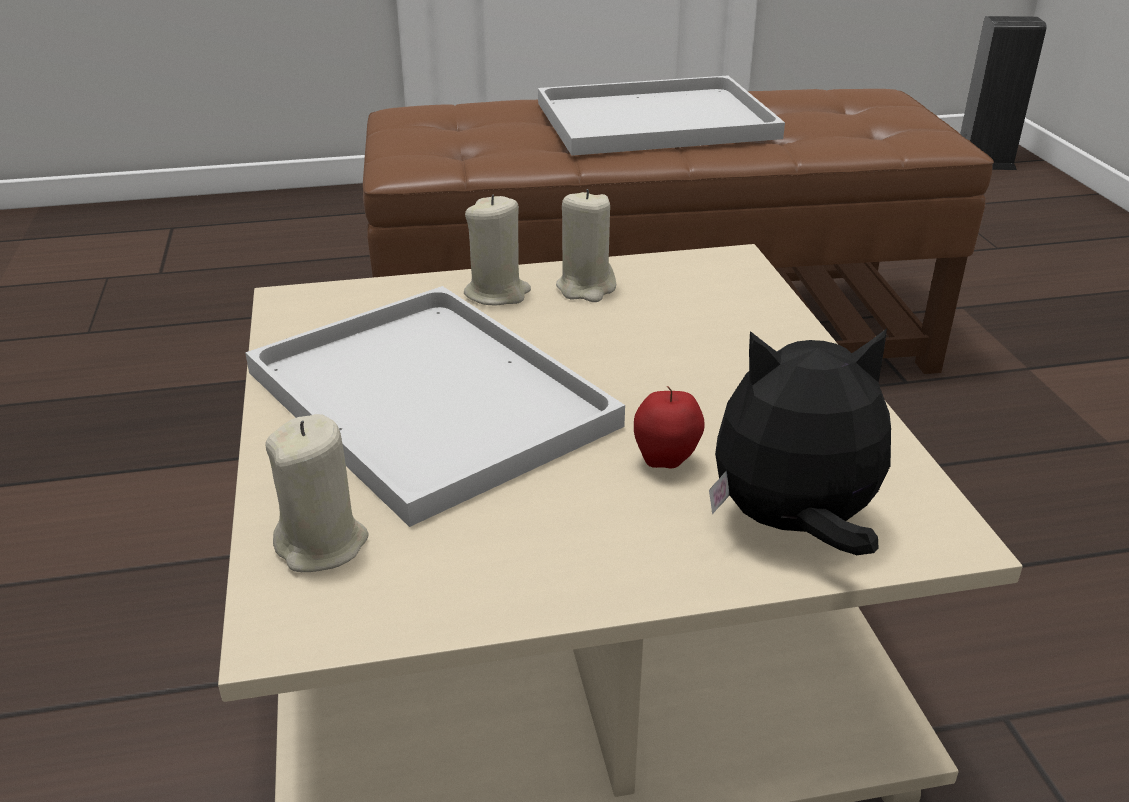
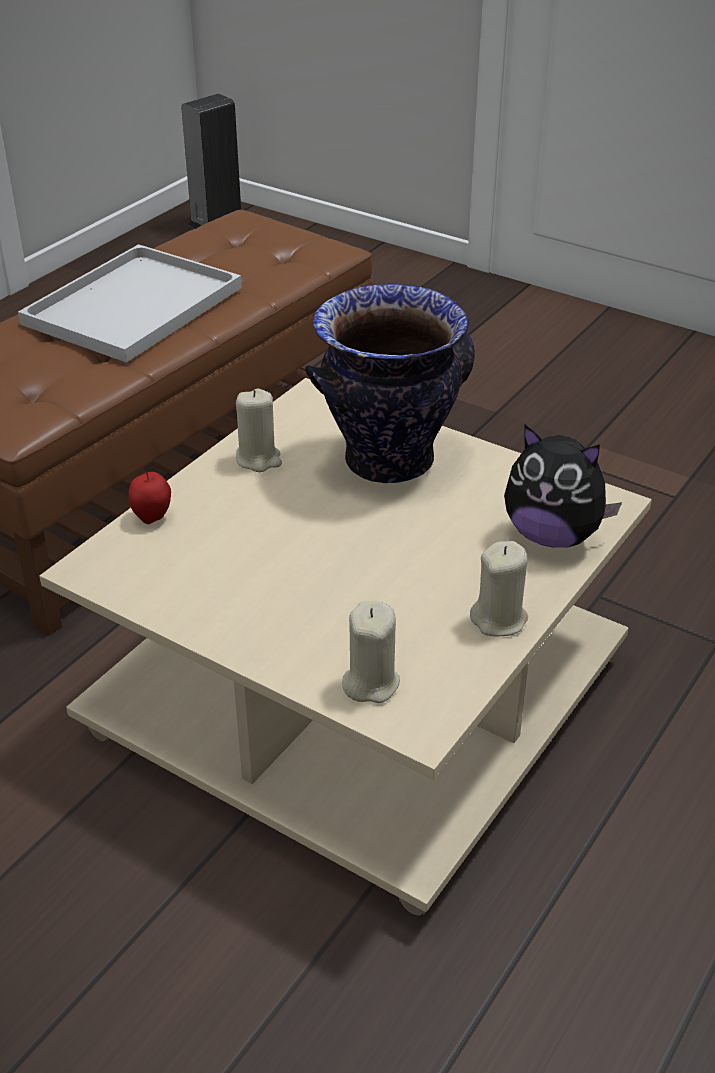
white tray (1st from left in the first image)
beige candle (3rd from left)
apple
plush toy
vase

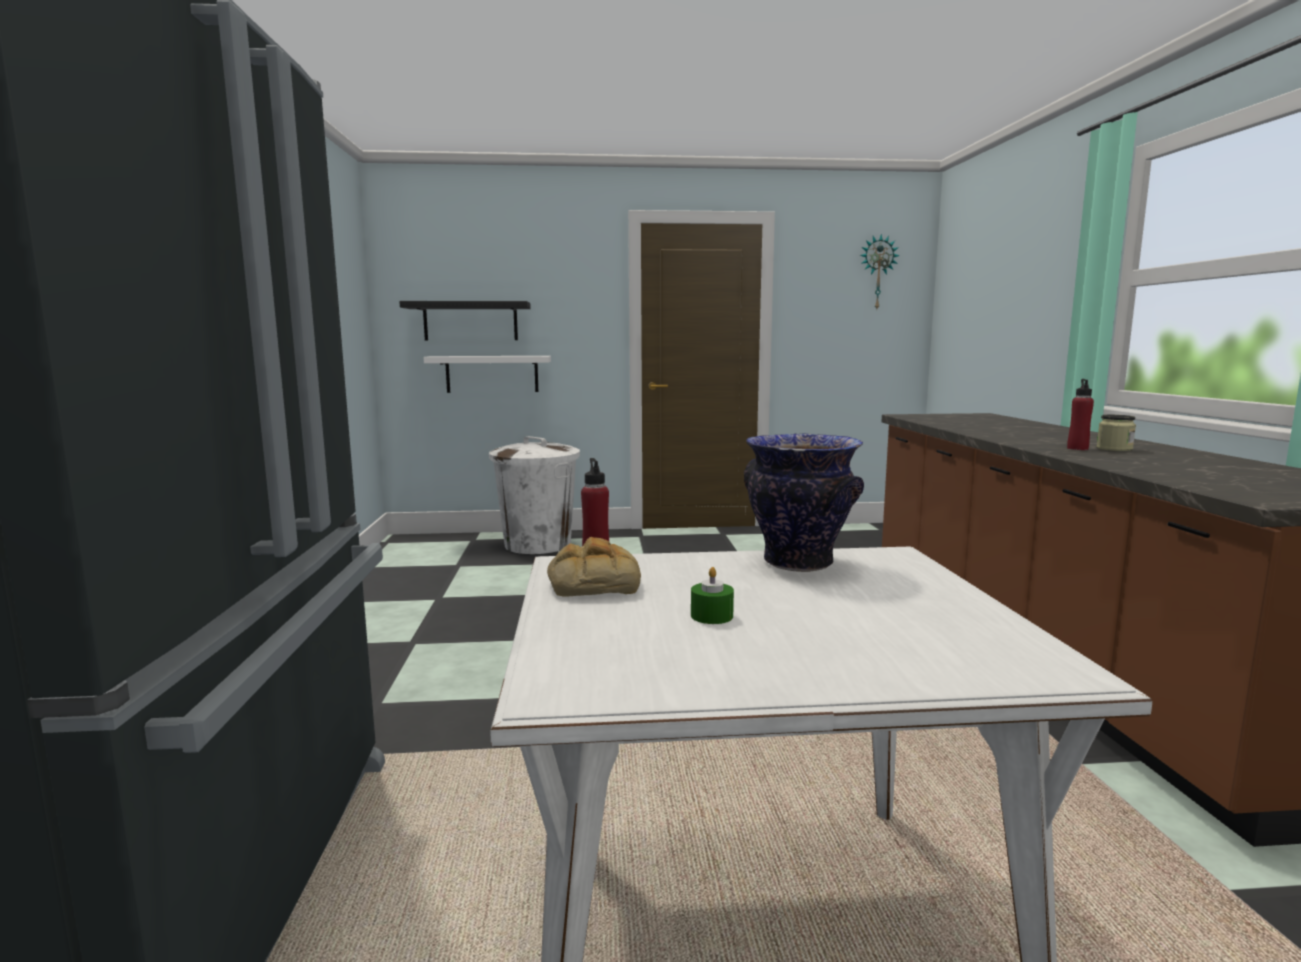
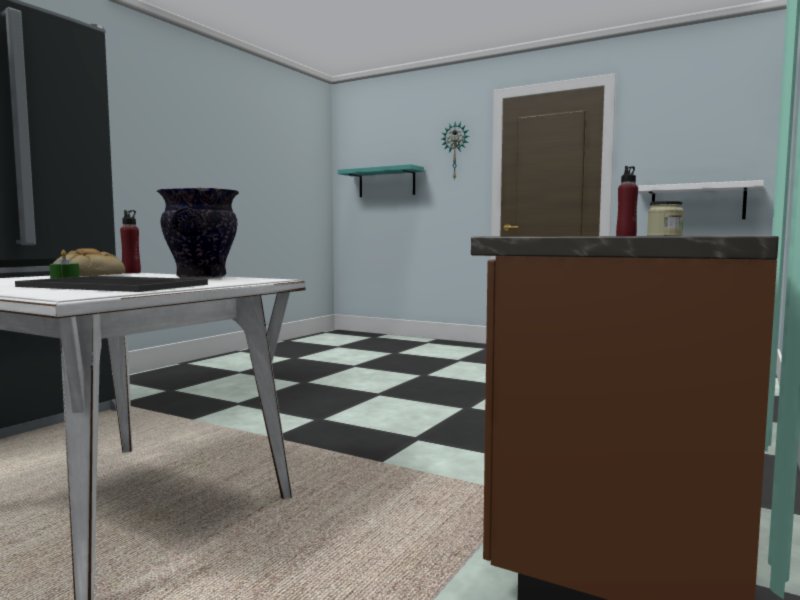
turquoise shelf
white shelf
white trash can
wall clock
tray

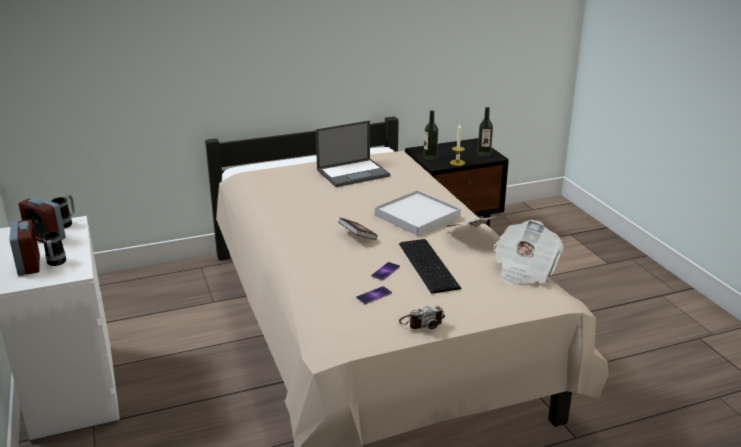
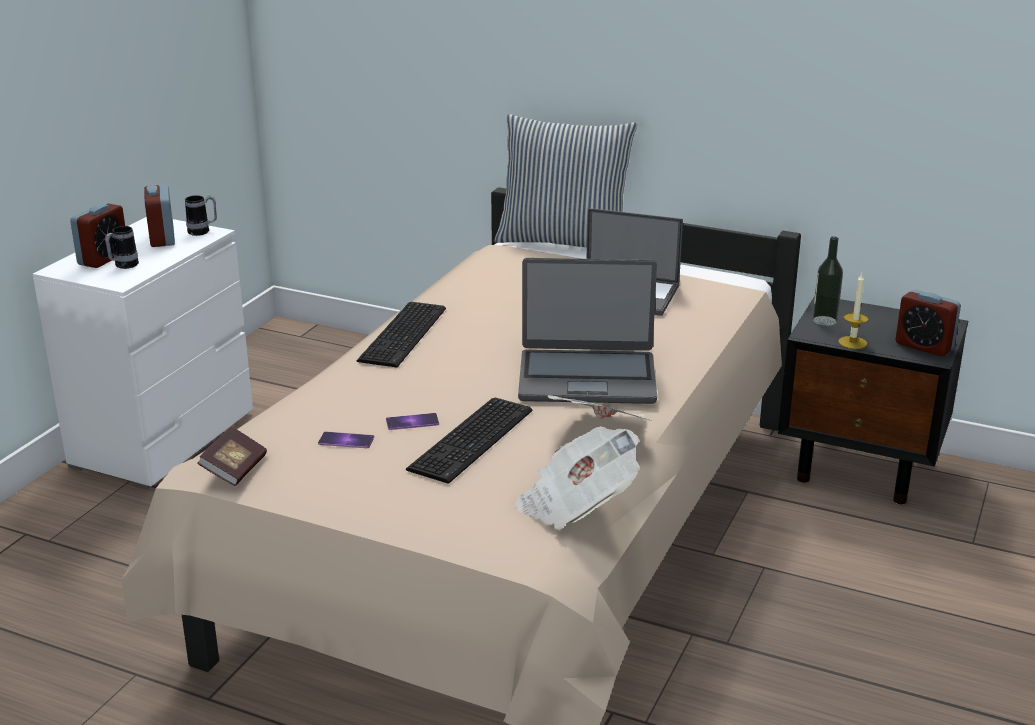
book
laptop (1st from left)
photo camera
alarm clock (3rd from left)
keyboard (1st from left)
pillow

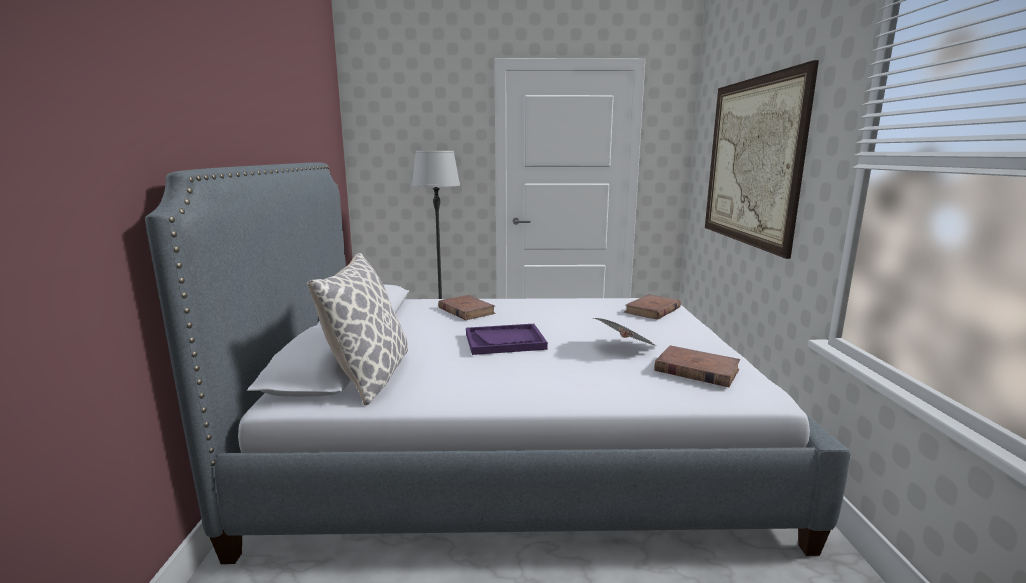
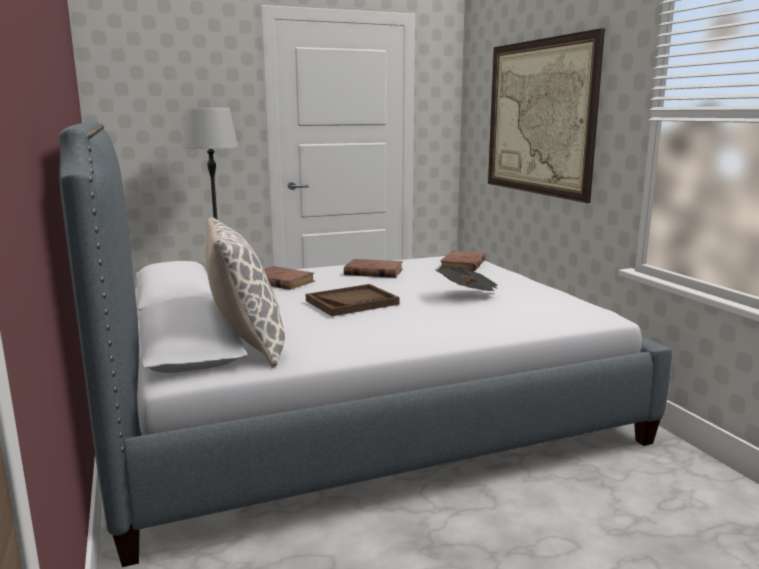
brown tray
brown book (2nd from left)

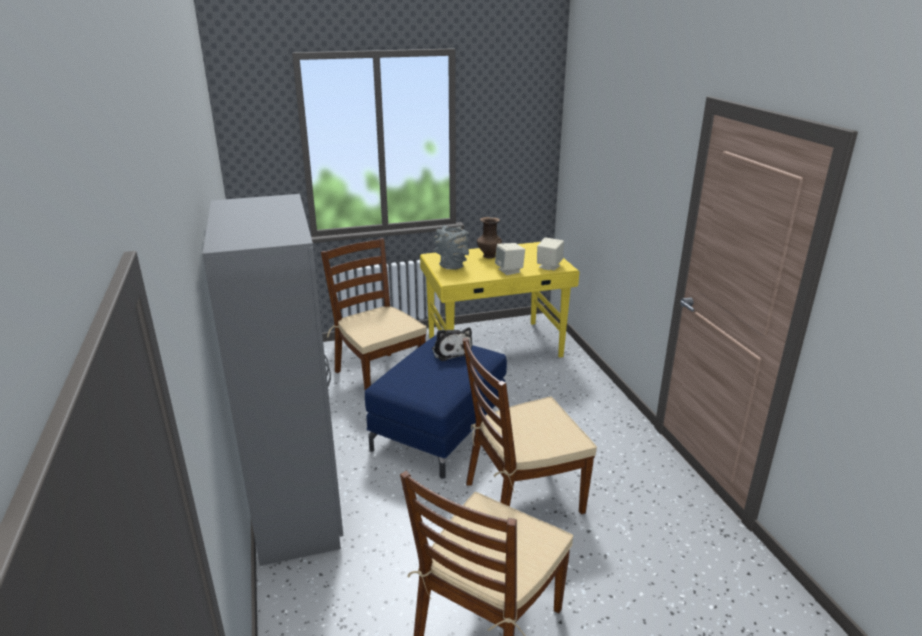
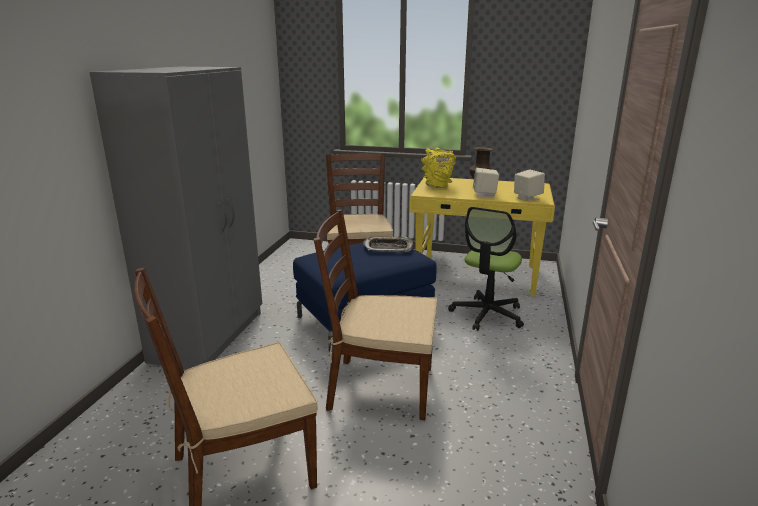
tray
yellow vase
office chair

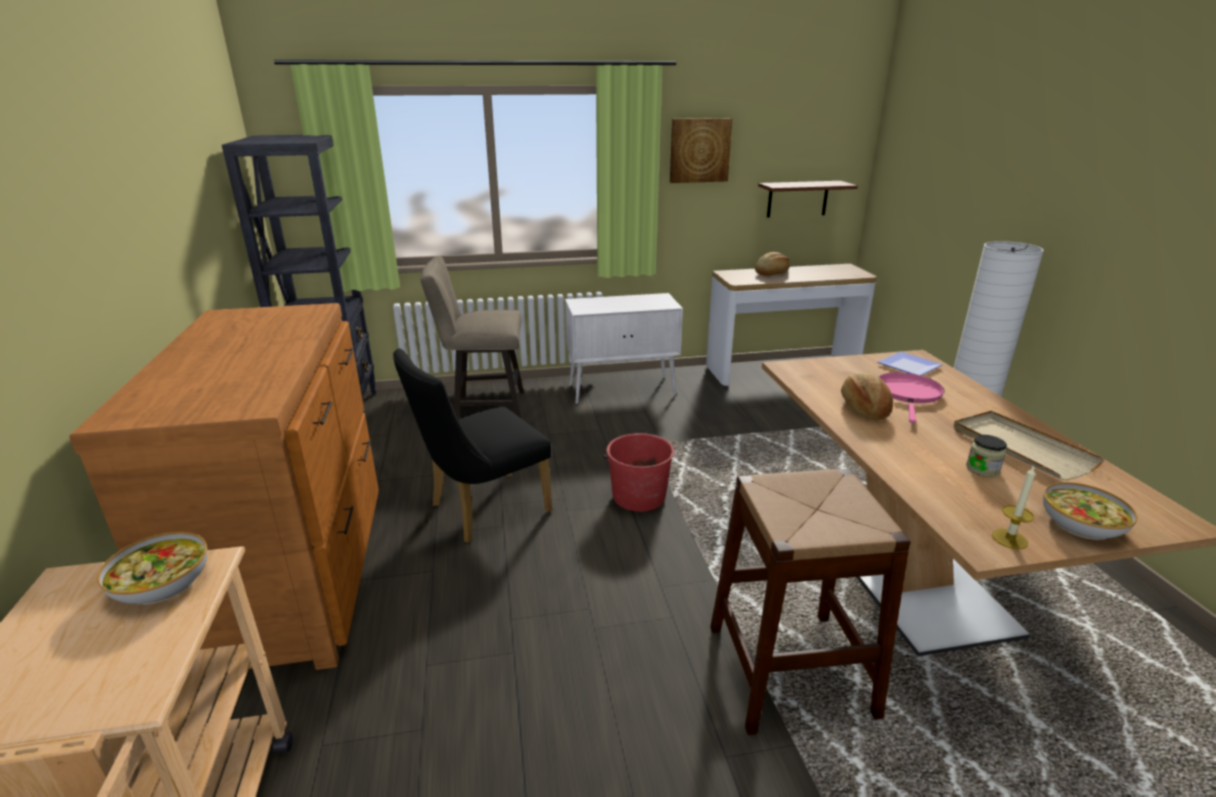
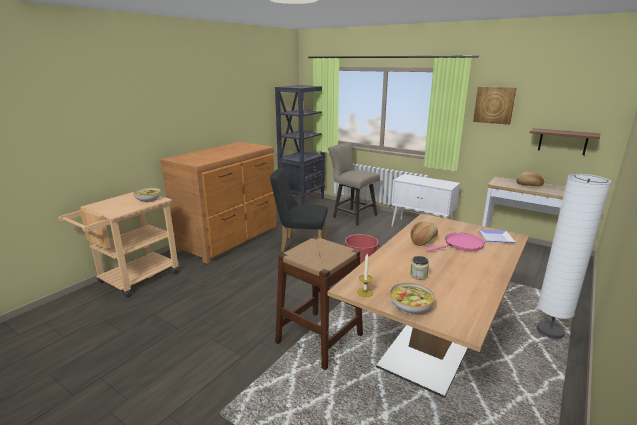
beige tray

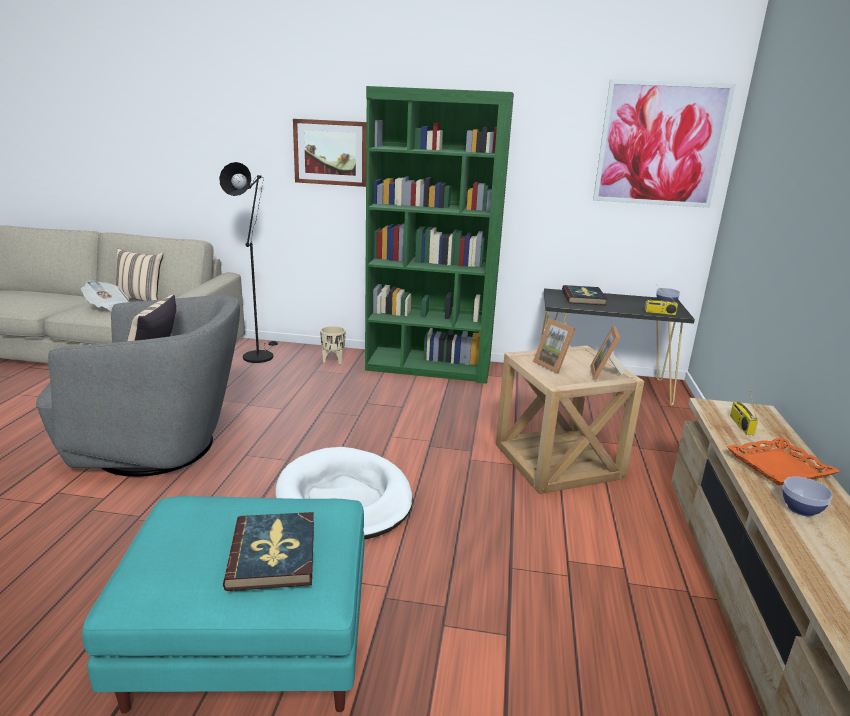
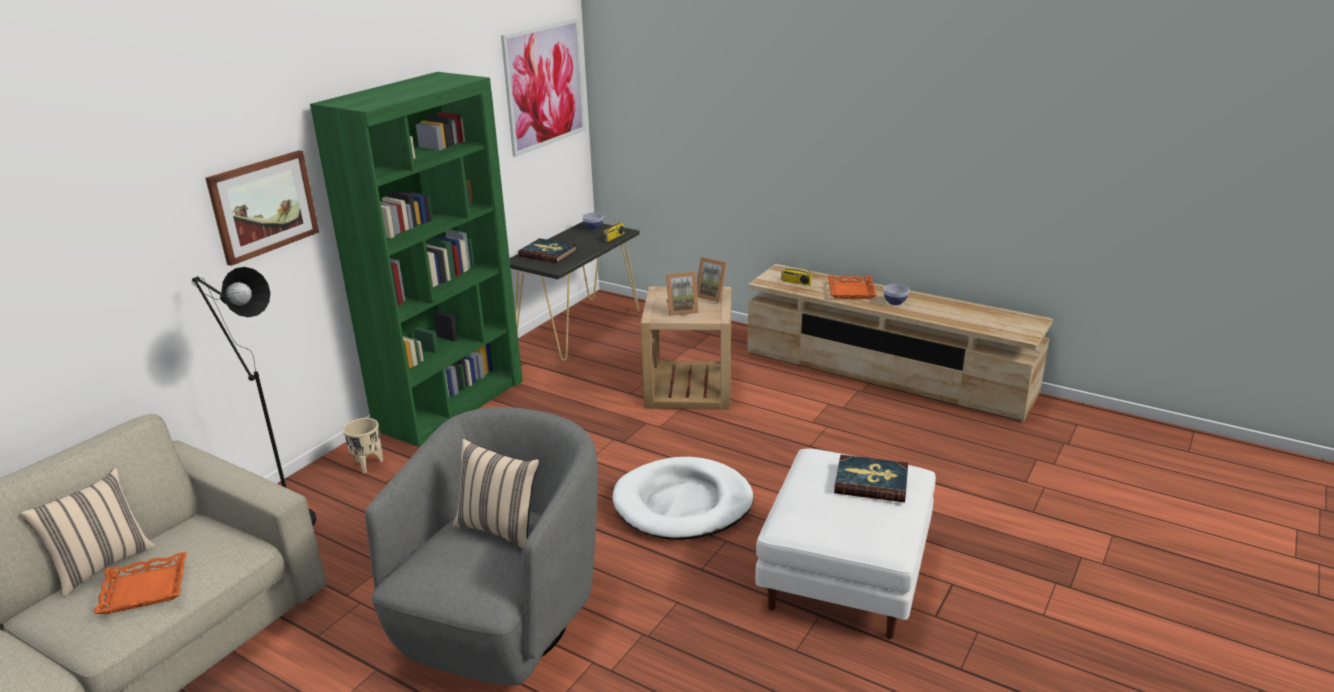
orange tray (1st from left)
white ottoman

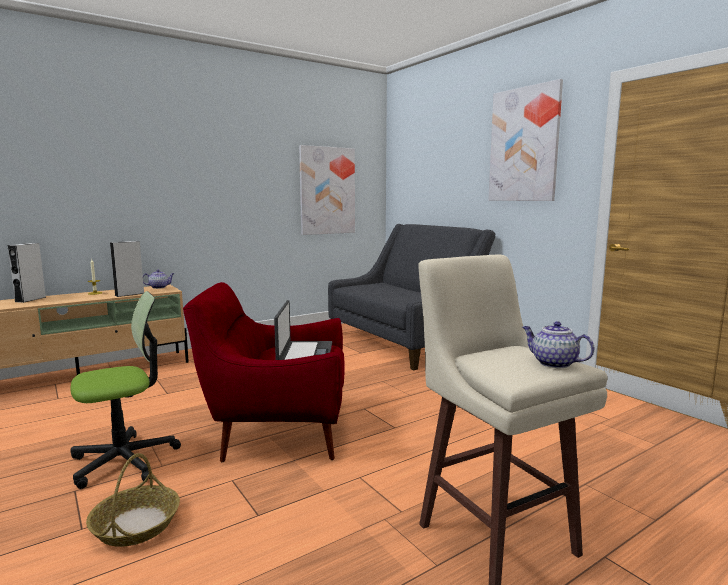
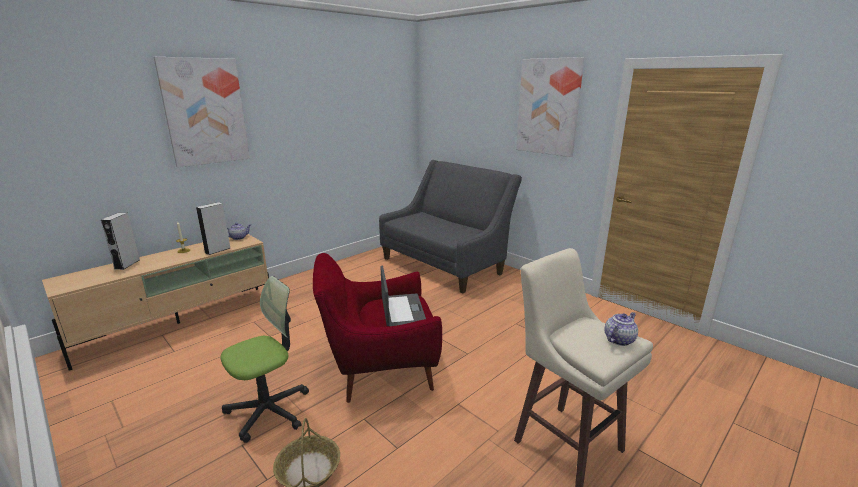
picture (1st from left)
teapot (2nd from left)

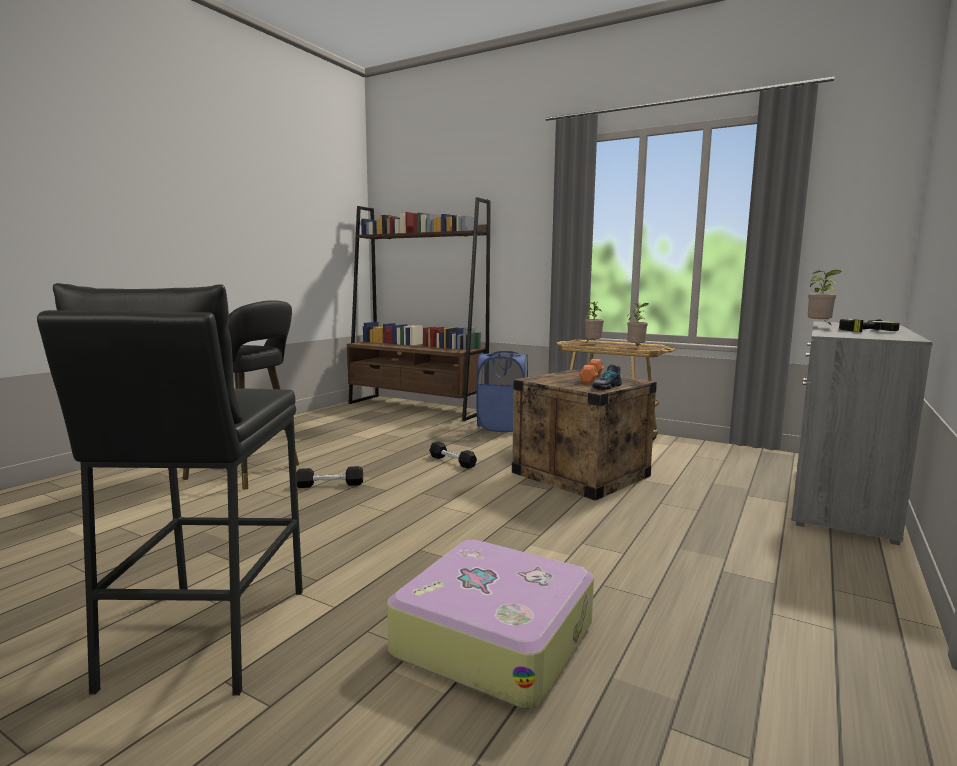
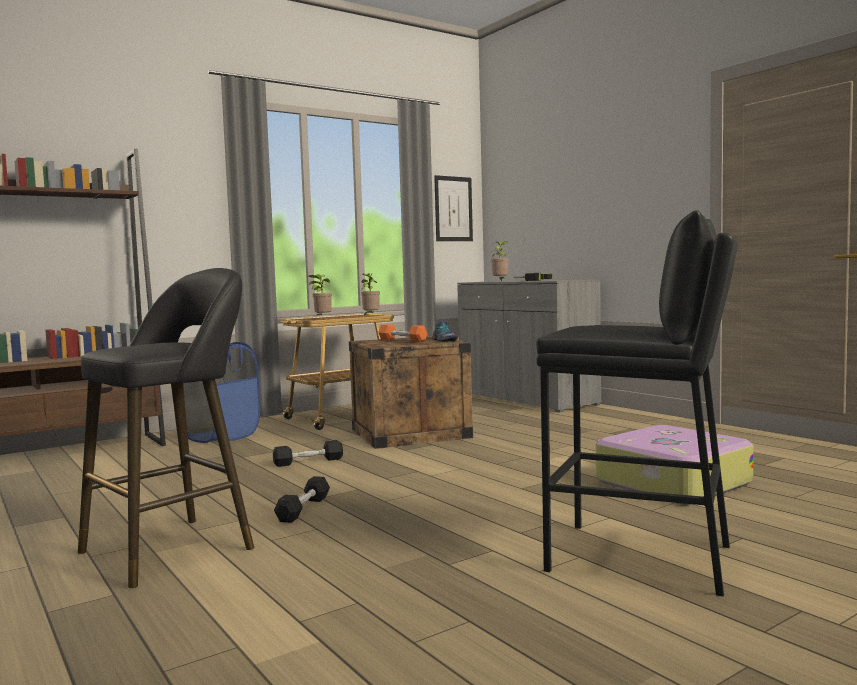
picture

